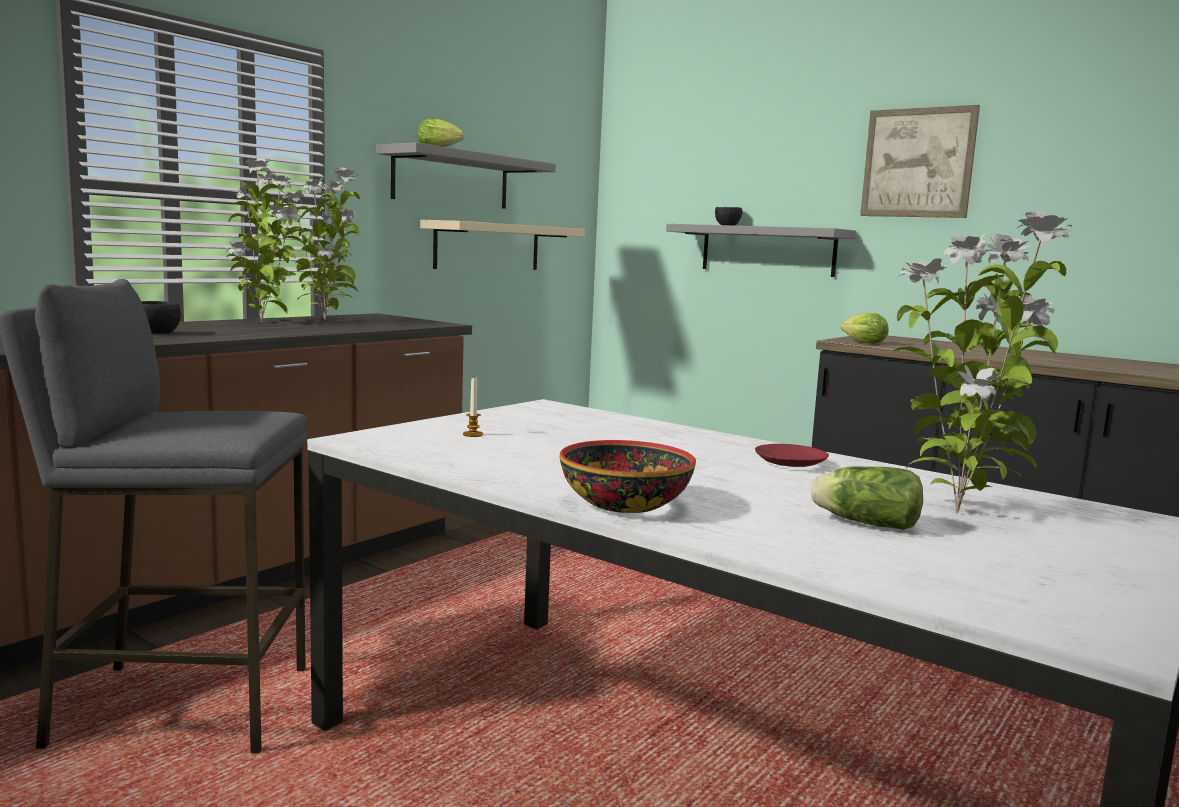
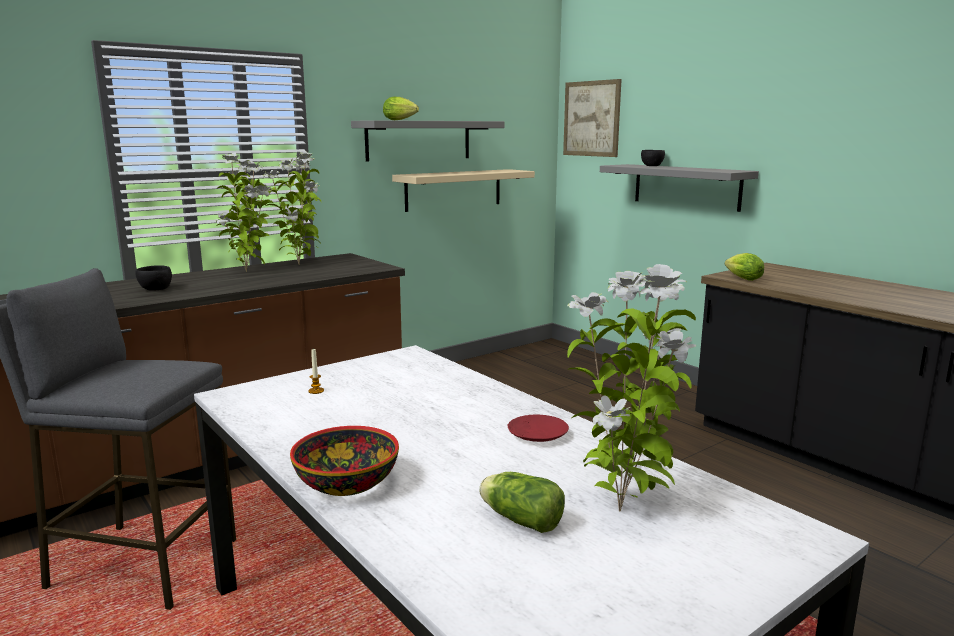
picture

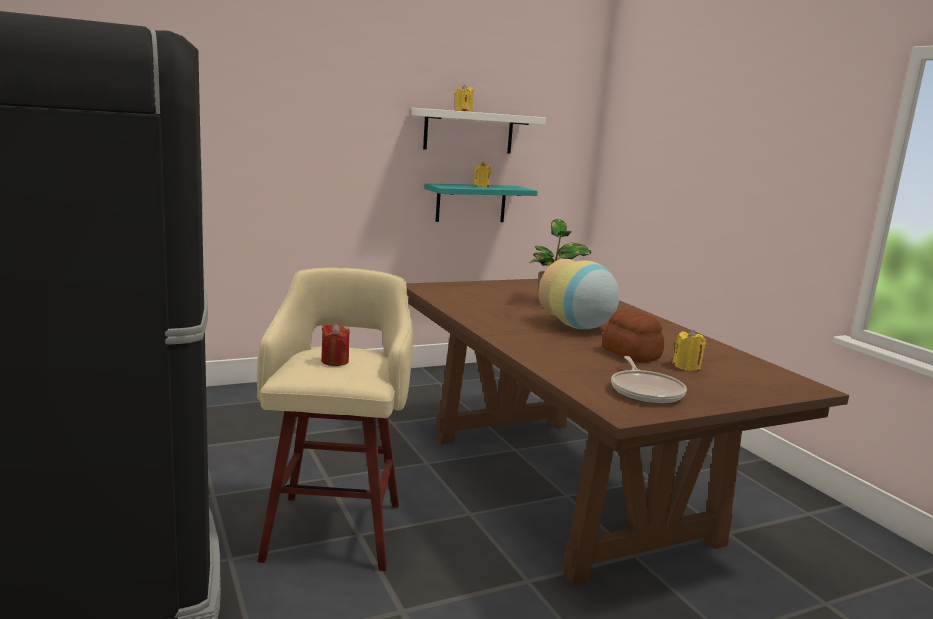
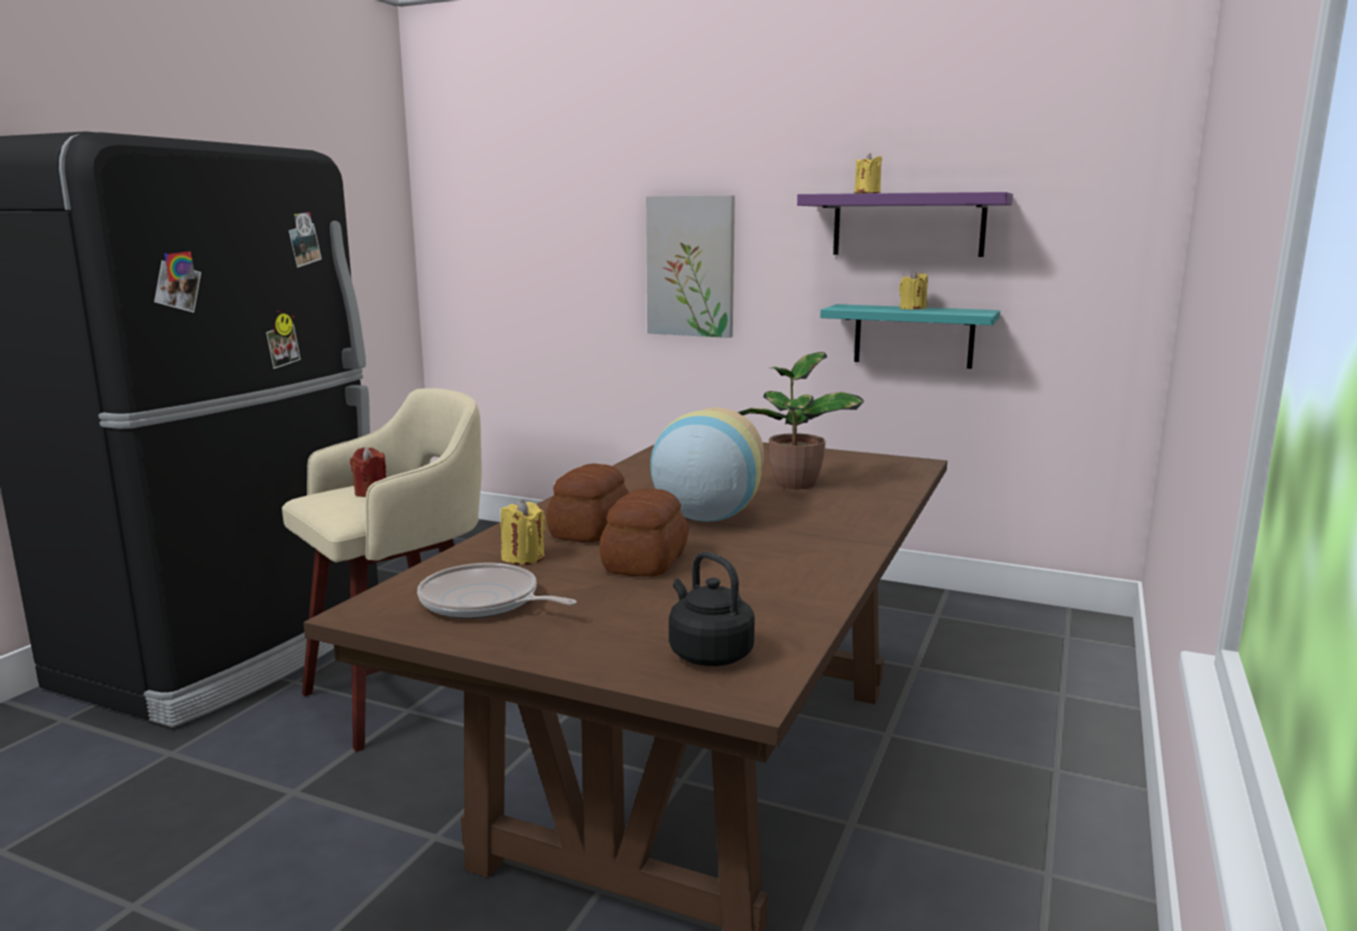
purple shelf
frying pan
yellow candle (1st from left)
bread (1st from left)
picture
black kettle

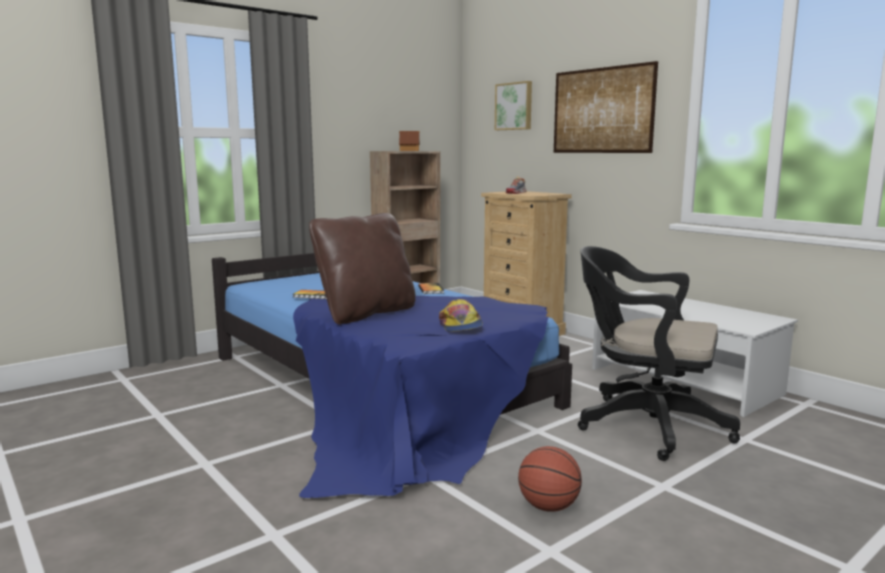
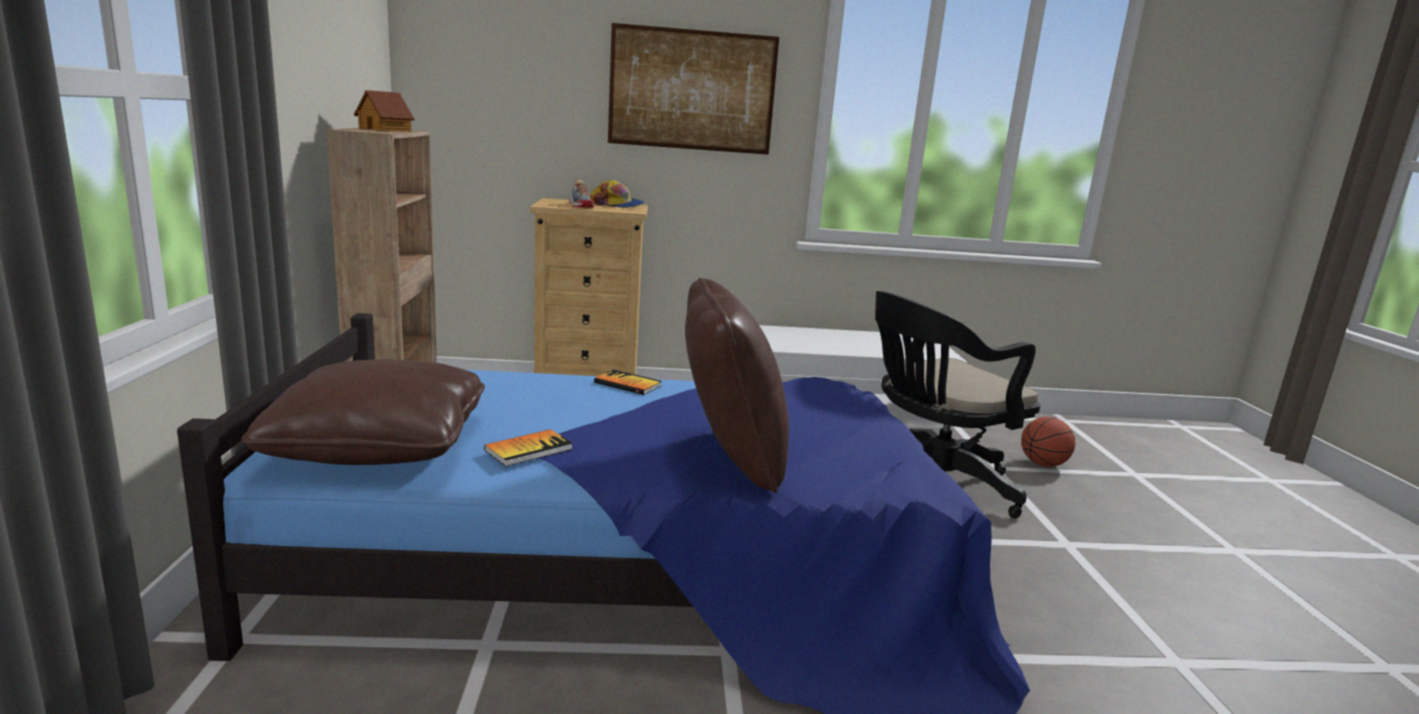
cap
picture (1st from left in the first image)
basketball
brown pillow (1st from left)

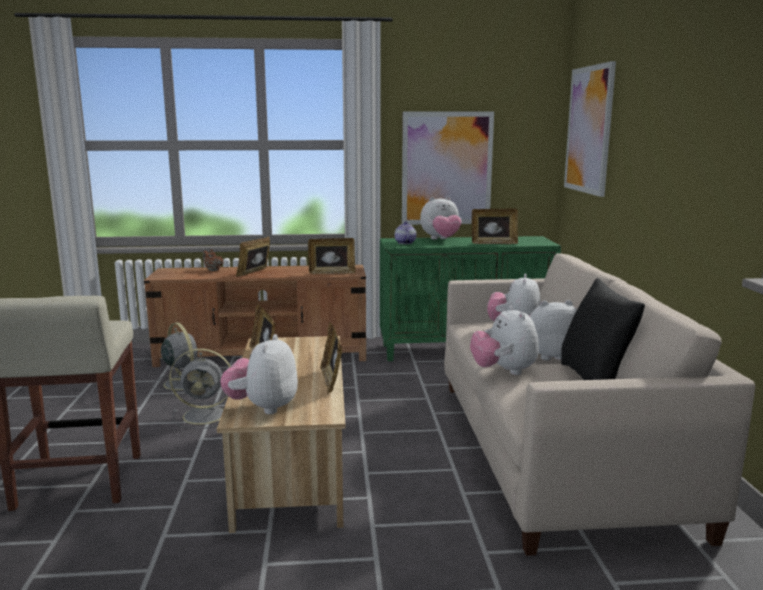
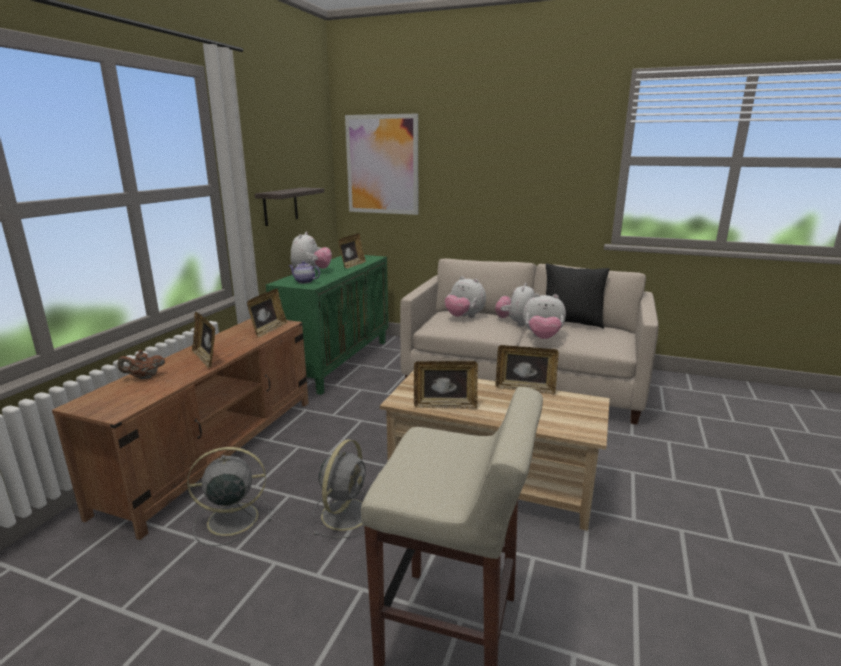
plush toy (1st from left in the first image)
shelf

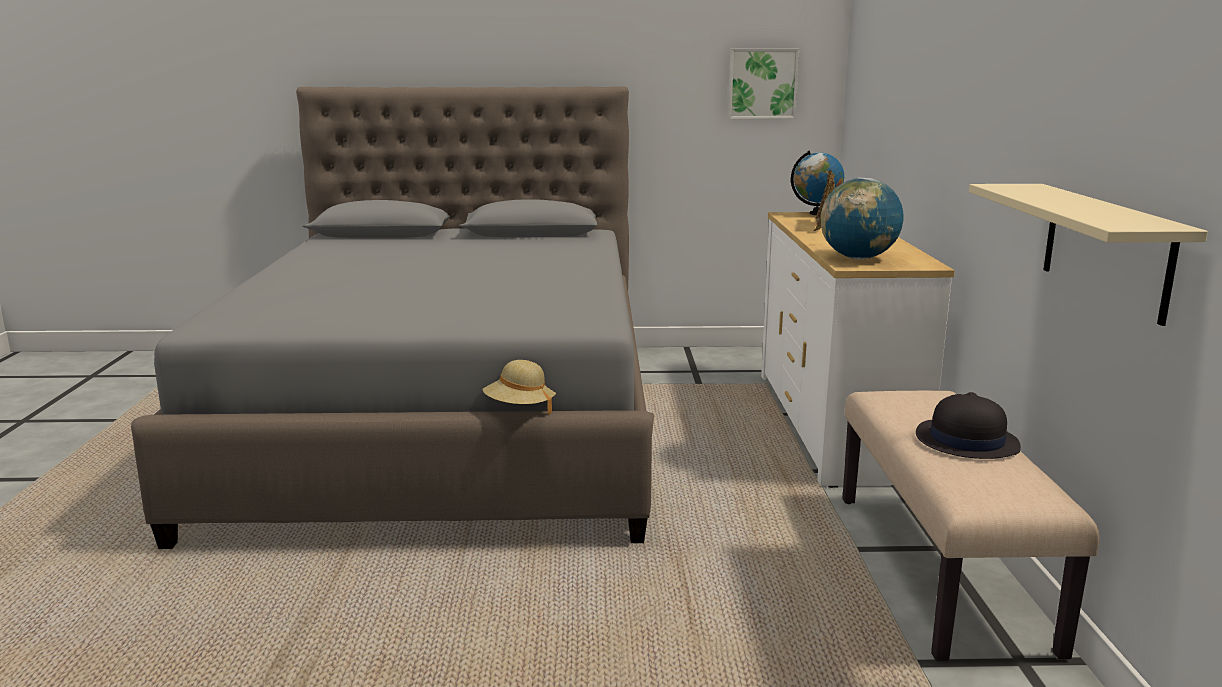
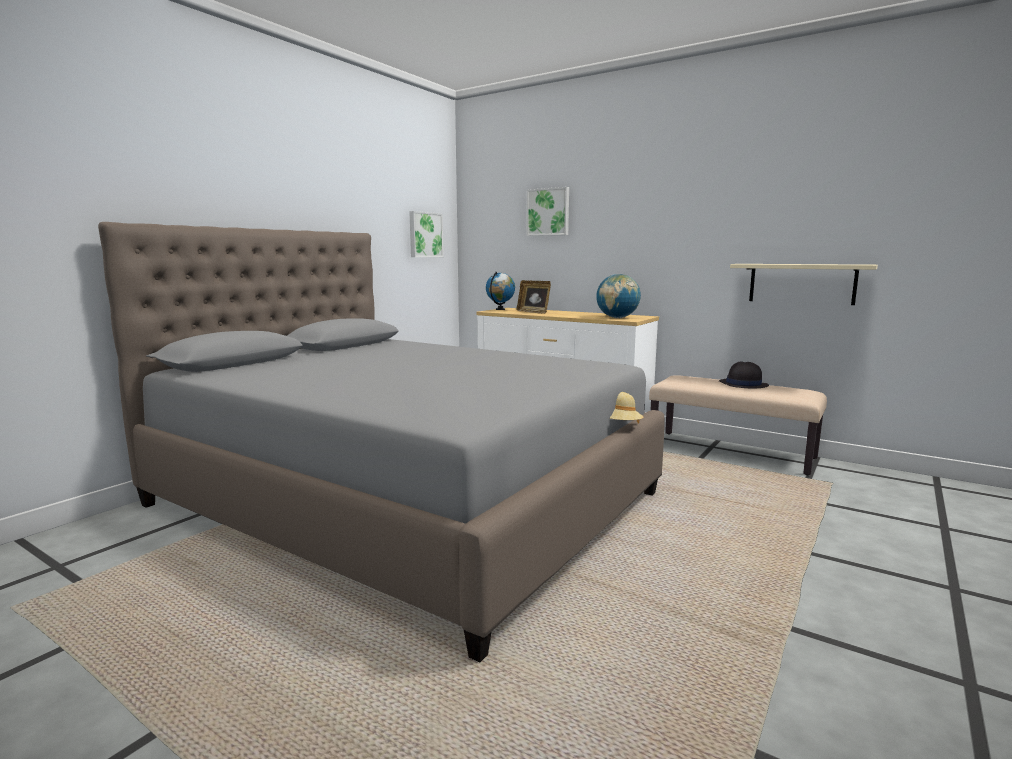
picture (2nd from left)

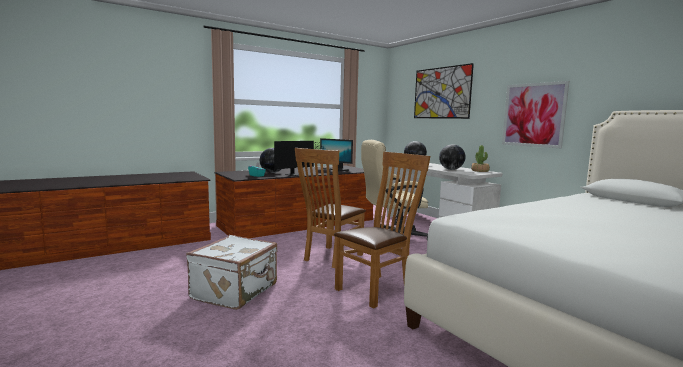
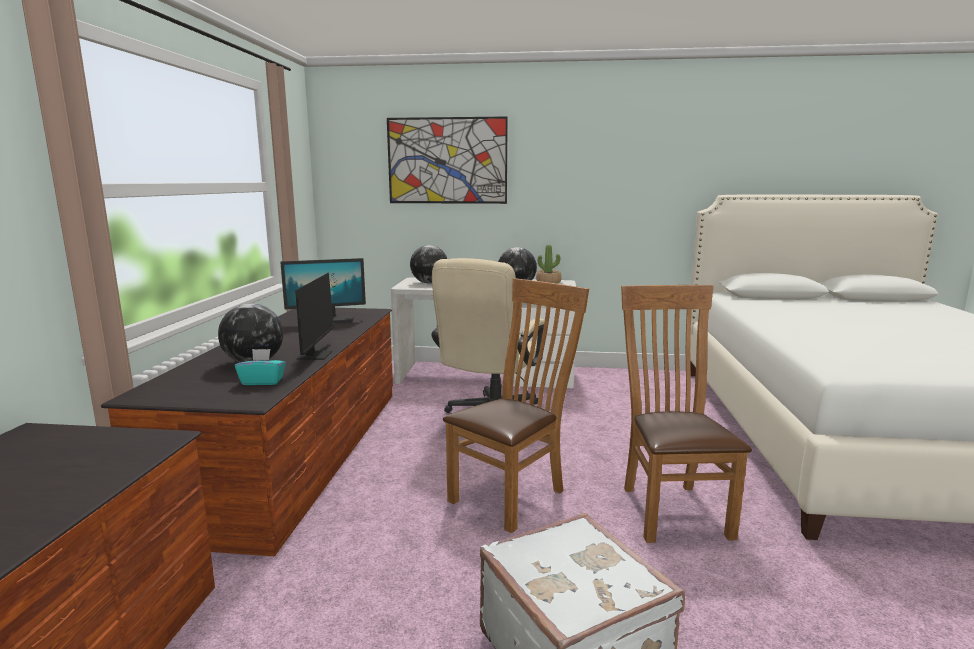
brown chair (1st from left)
picture (2nd from left in the first image)

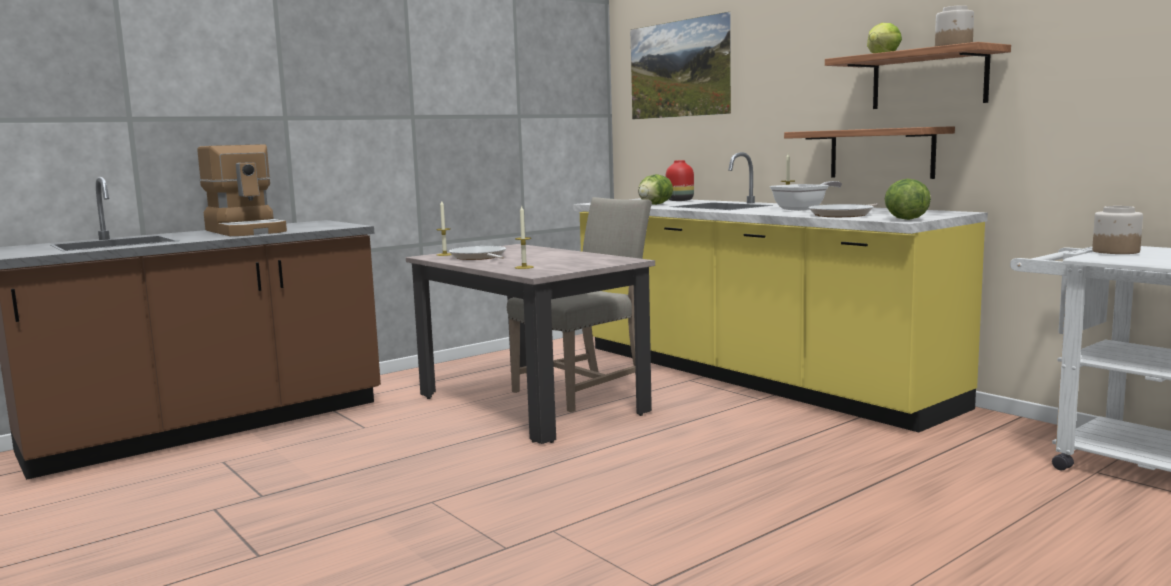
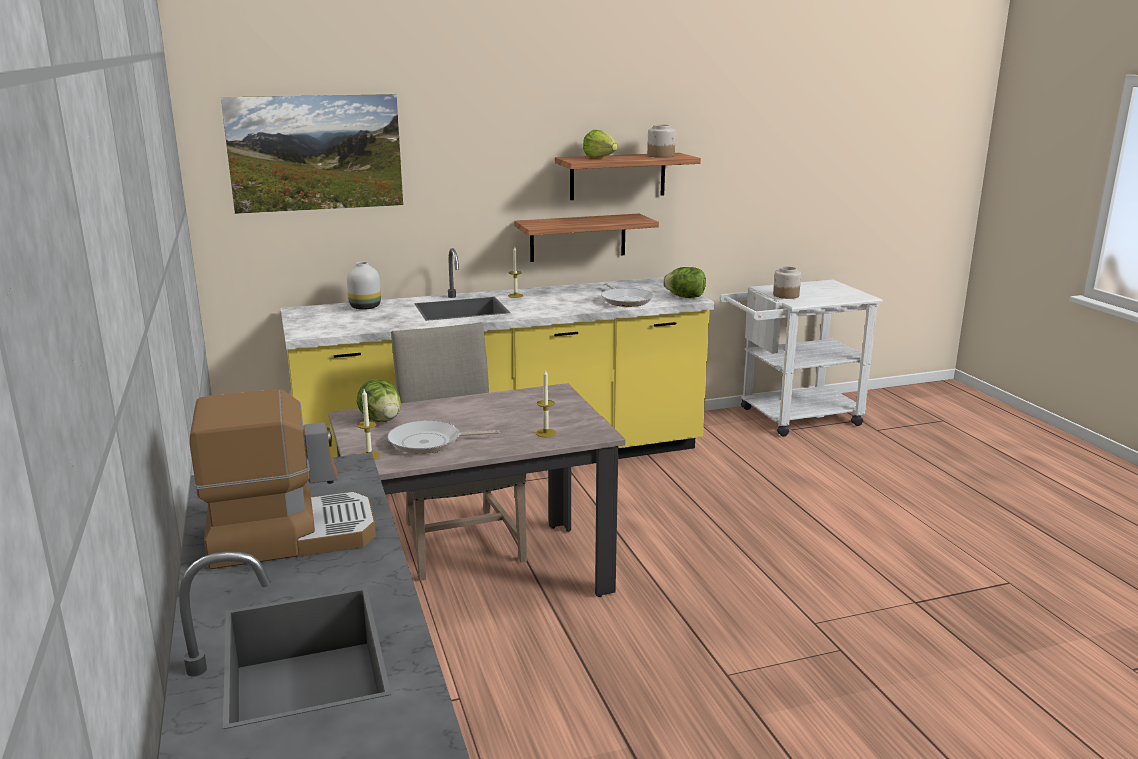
lettuce (1st from left)
white vase
frying pan (2nd from left in the first image)

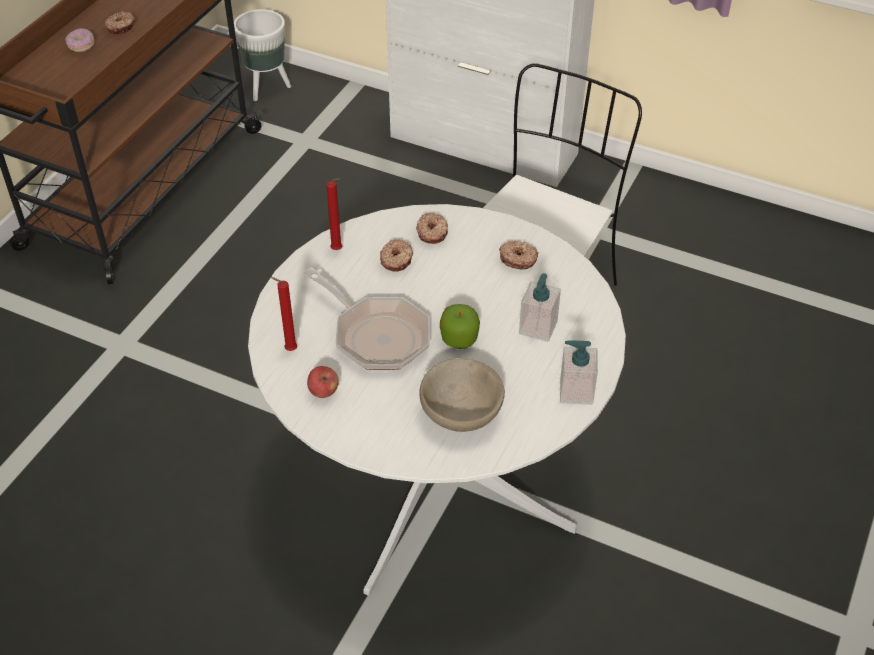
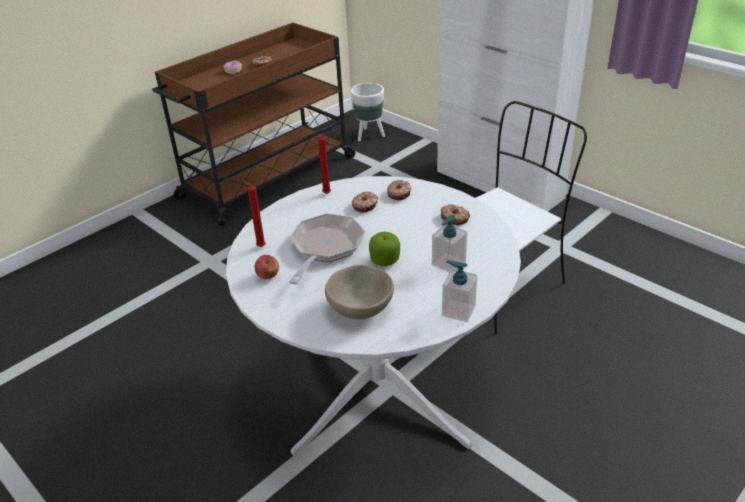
frying pan

